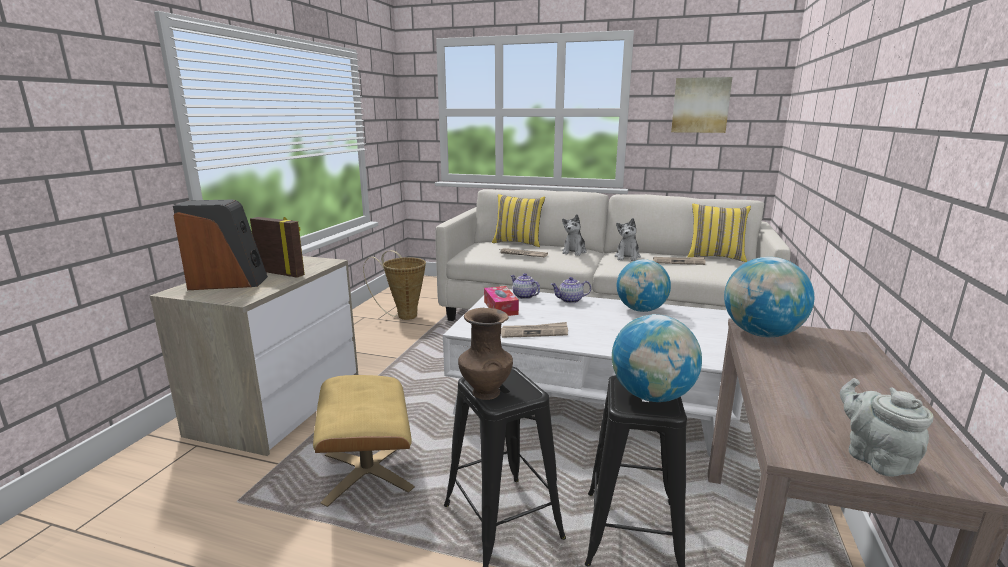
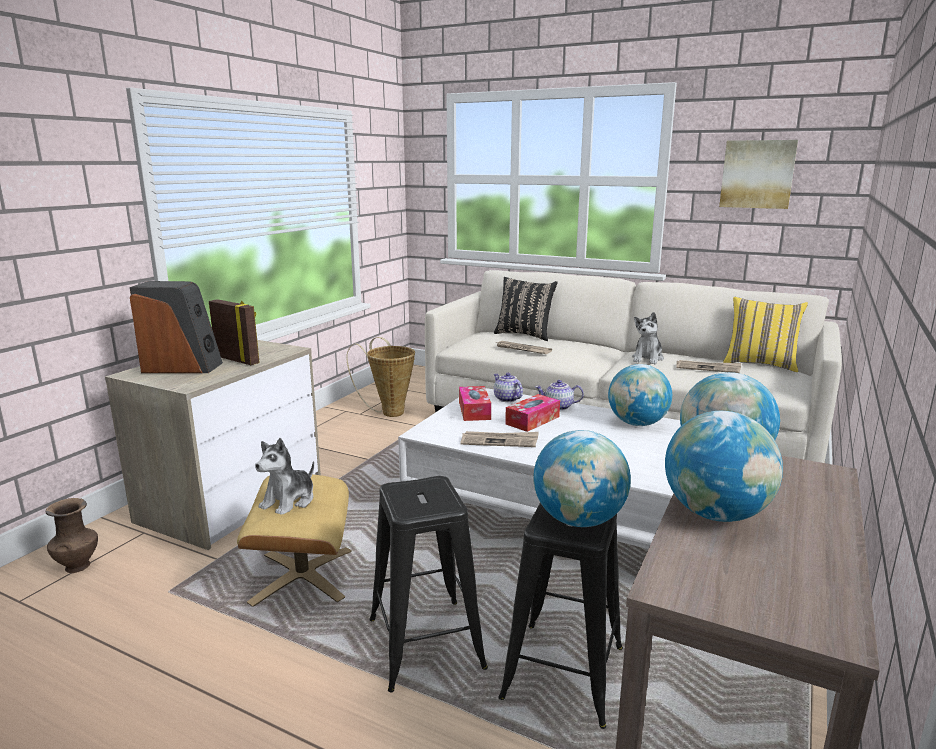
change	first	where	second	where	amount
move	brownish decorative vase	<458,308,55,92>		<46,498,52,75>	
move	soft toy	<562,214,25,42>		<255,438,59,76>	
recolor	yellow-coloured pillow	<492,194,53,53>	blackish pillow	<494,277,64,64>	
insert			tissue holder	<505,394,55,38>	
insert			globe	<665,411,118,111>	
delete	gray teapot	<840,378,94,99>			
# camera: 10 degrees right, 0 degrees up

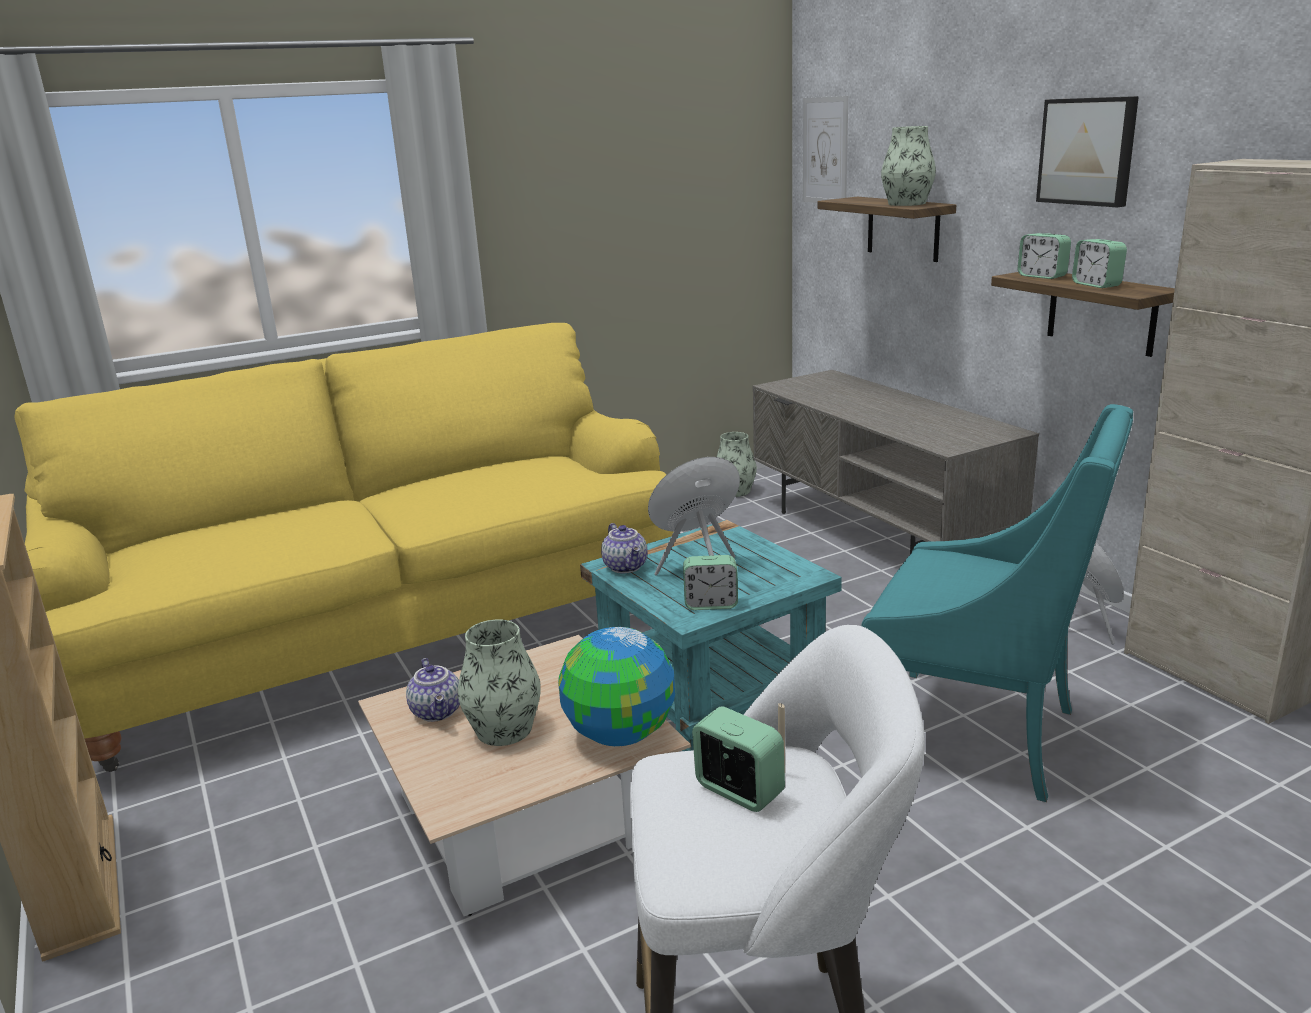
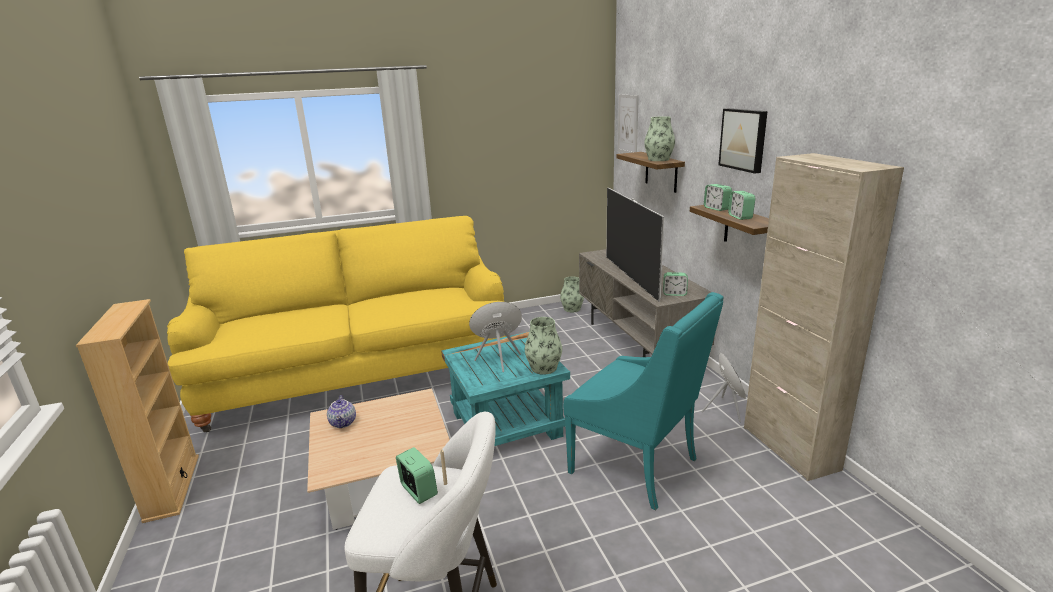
change	first	where	second	where	amount
move	decorative vase	<458,619,83,127>		<525,317,37,58>	
insert			TV set	<606,188,58,114>	
move	table clock	<683,555,55,55>		<663,272,25,24>	
delete	globe	<558,627,117,119>			
delete	teapot	<601,523,47,51>			
# camera: 10 degrees right, 0 degrees up

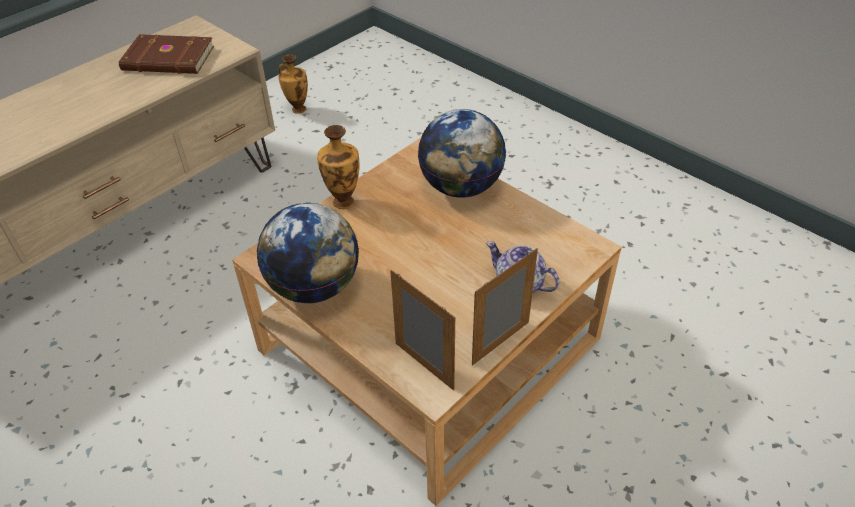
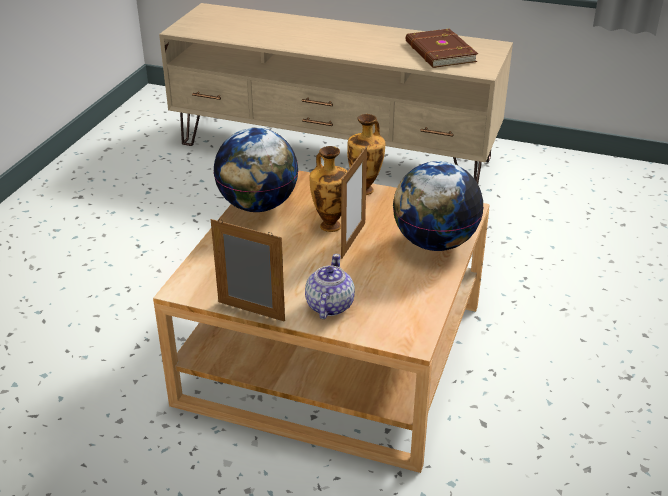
change	first	where	second	where	amount
move	decorative vase	<278,54,30,60>		<310,146,37,86>	
move	picture frame	<390,270,65,120>		<341,146,26,113>	
# camera: 65 degrees right, 10 degrees down

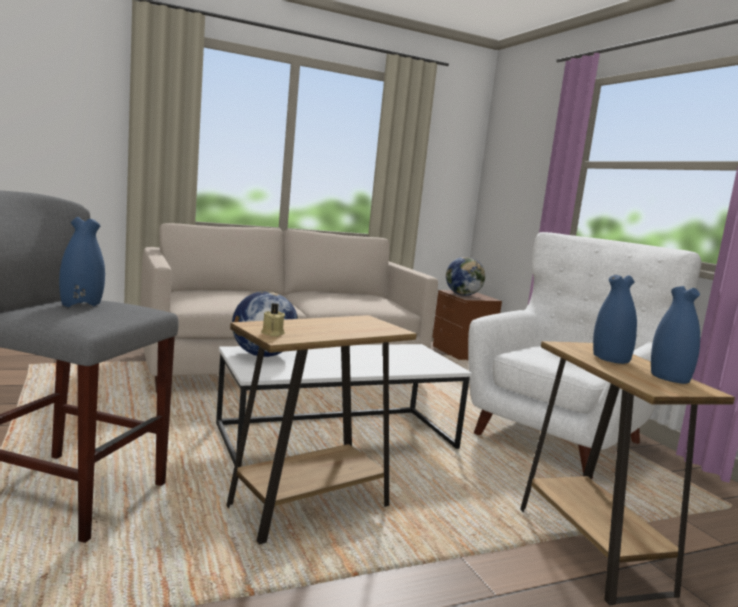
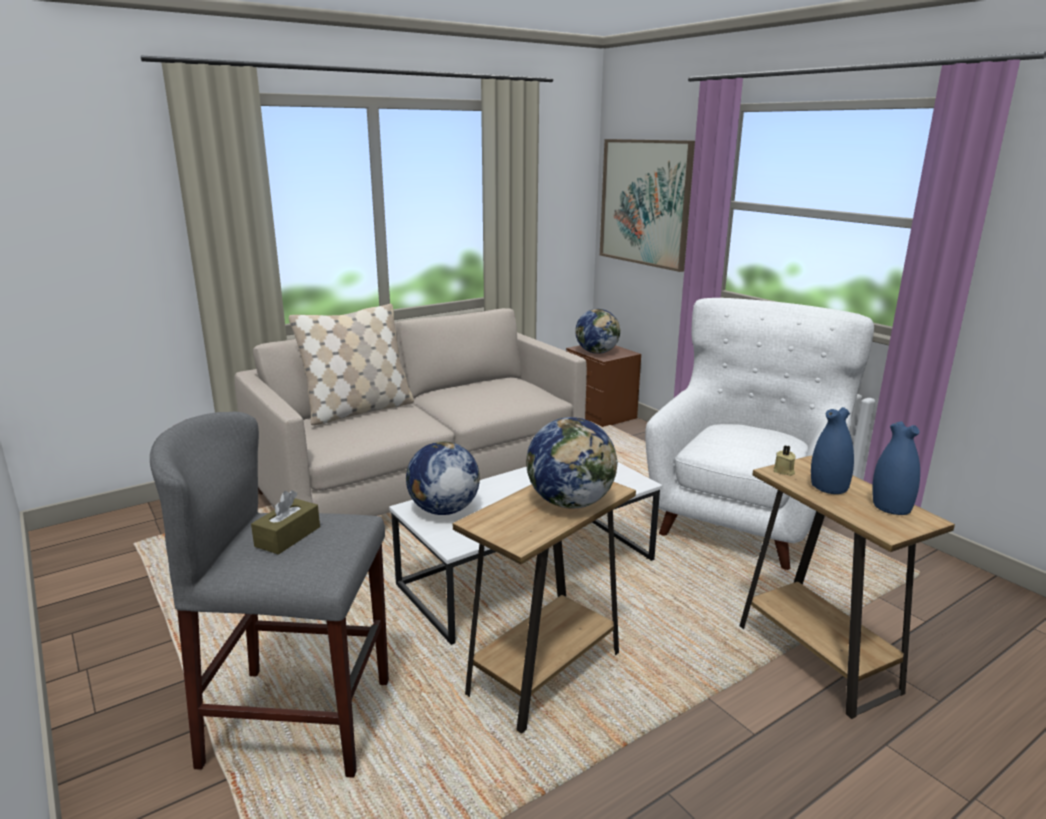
change	first	where	second	where	amount
replace	blue decorative vase	<59,217,46,90>	brownish tissue holder	<251,490,69,65>	
insert			beige-coloured pillow	<289,304,125,121>	
insert			globe	<526,417,92,92>	
insert			wall art	<600,139,95,133>	
move	beige-coloured candle	<261,303,24,34>		<774,445,21,31>	
# camera: 10 degrees left, 10 degrees up

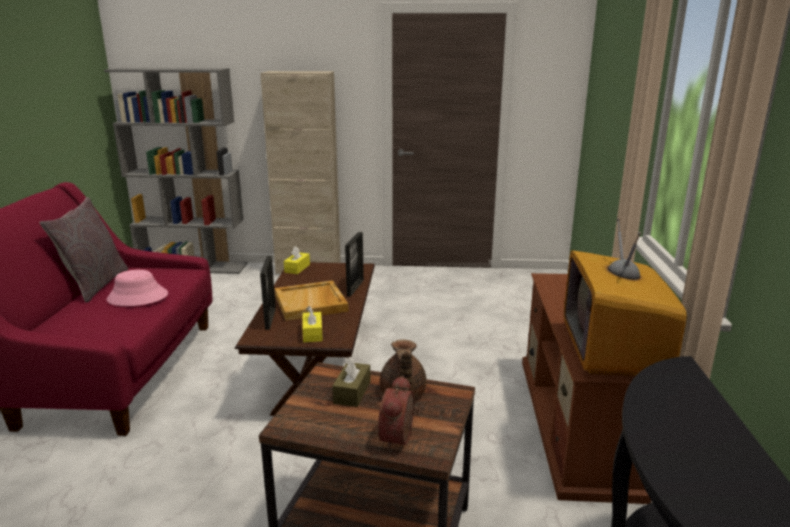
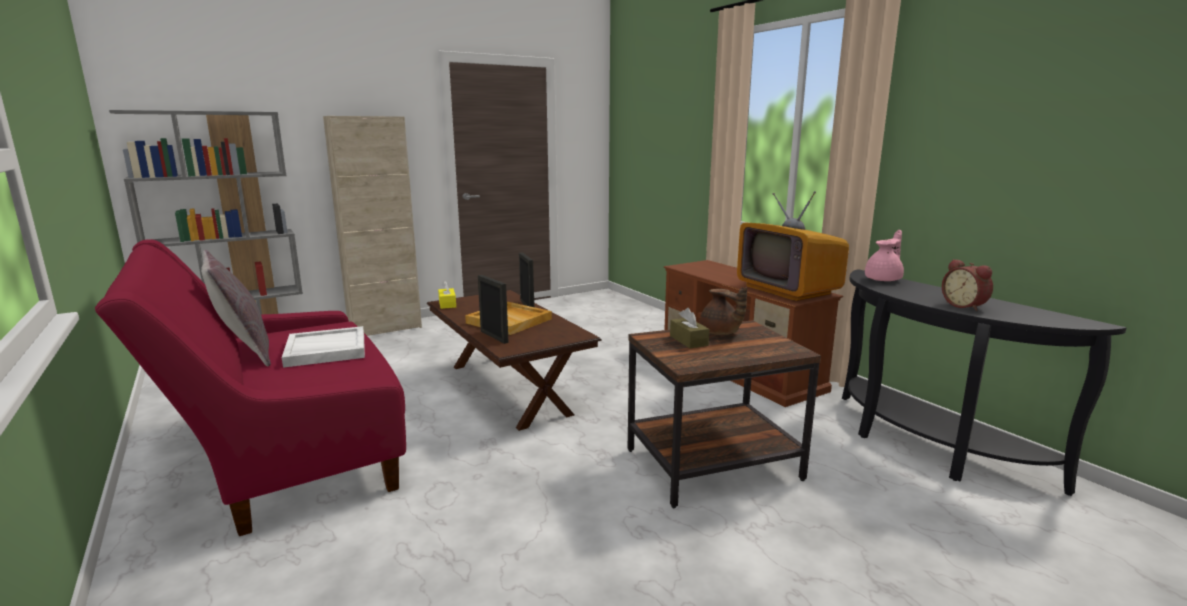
change	first	where	second	where	amount
replace	pink clothing hat	<107,270,61,36>	whitish serving tray	<282,326,83,42>	
insert			pink teapot	<865,230,39,51>	
move	table clock	<378,375,41,75>		<942,259,51,52>	
delete	yellow-coloured tissue holder	<302,306,21,36>			
# camera: 35 degrees left, 5 degrees down

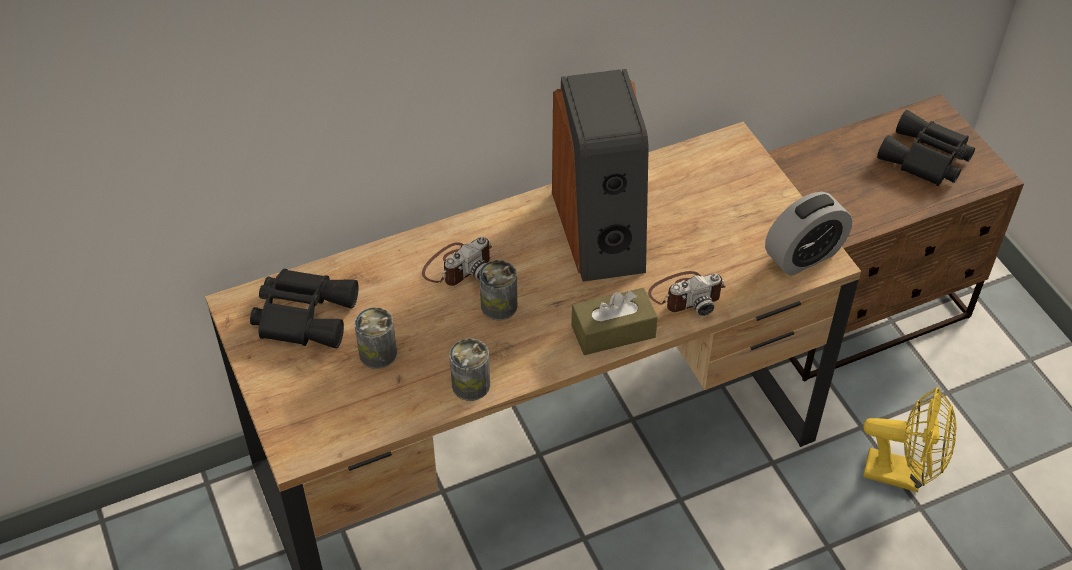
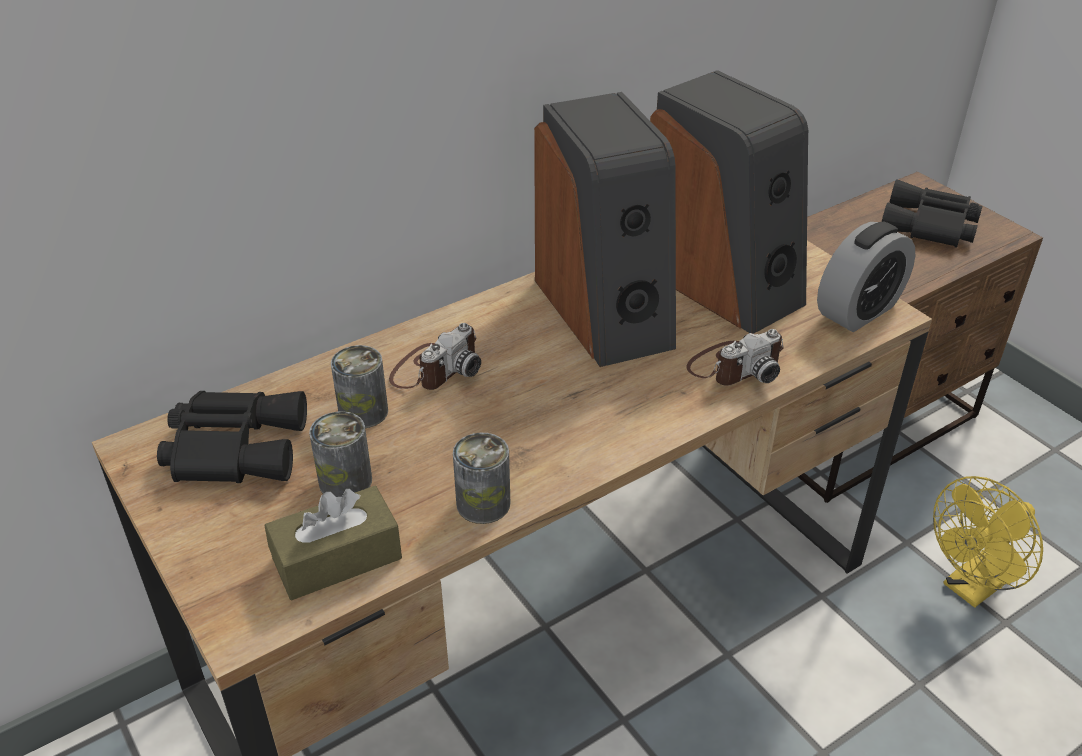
change	first	where	second	where	amount
move	brownish tissue holder	<571,288,87,67>		<264,486,138,114>	
move	sealed can	<479,260,38,60>		<331,345,57,83>	
insert			audio speaker	<650,70,158,264>	
rotate	yellow-coloured fan	<863,387,94,105>		<933,476,110,132>	135 degrees clockwise
# camera: 10 degrees left, 10 degrees down

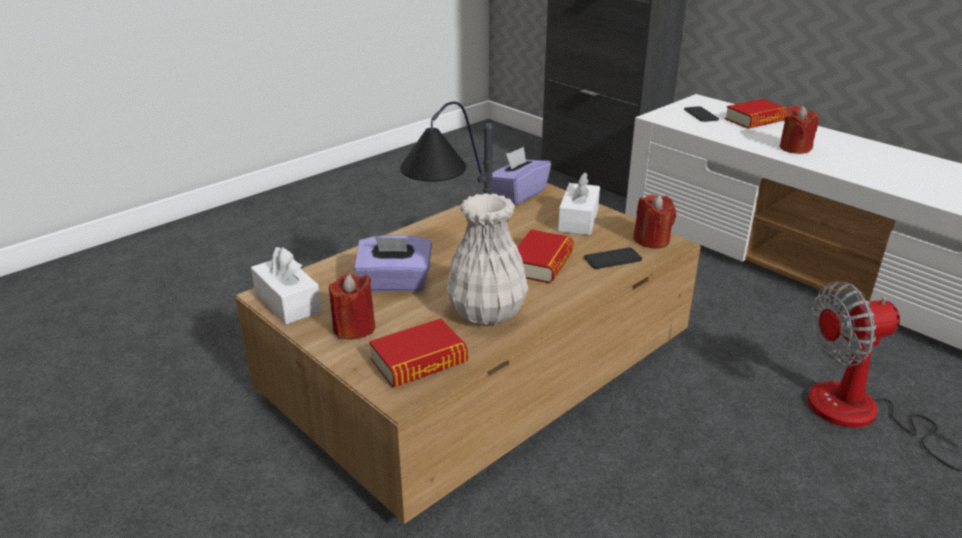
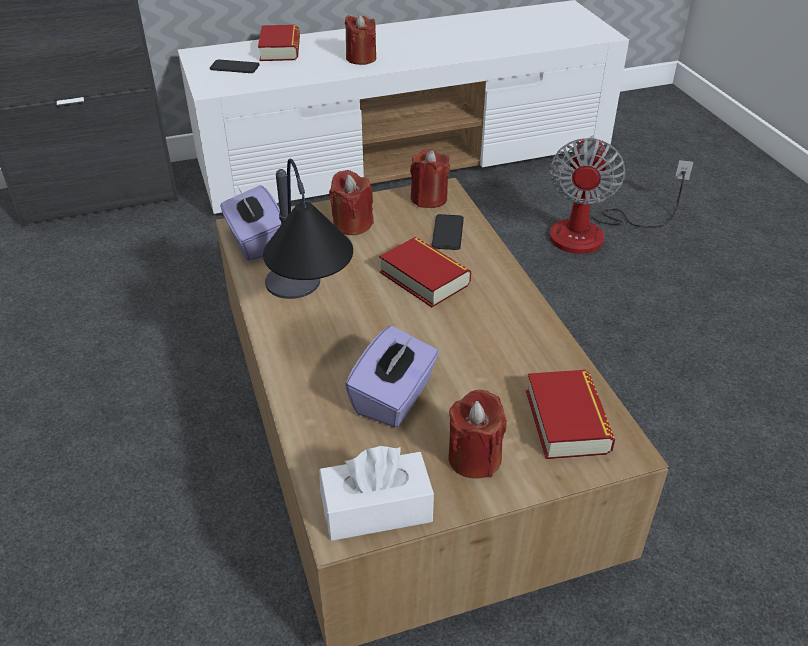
change	first	where	second	where	amount
replace	whitish tissue holder	<558,172,42,63>	red candle	<329,170,45,65>	
delete	whitish decorative vase	<446,193,82,132>			
# camera: 65 degrees left, 10 degrees up

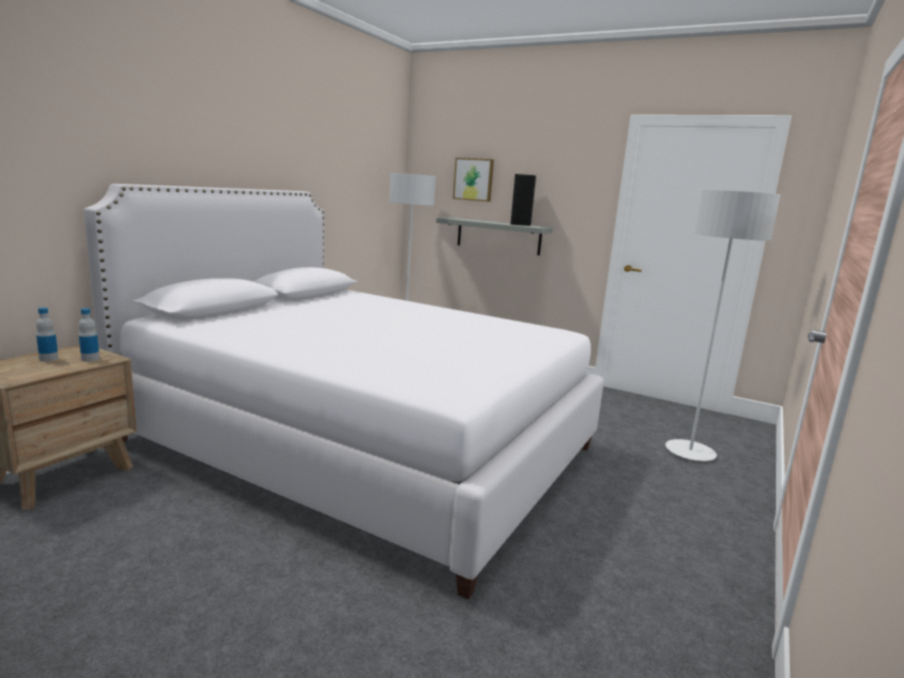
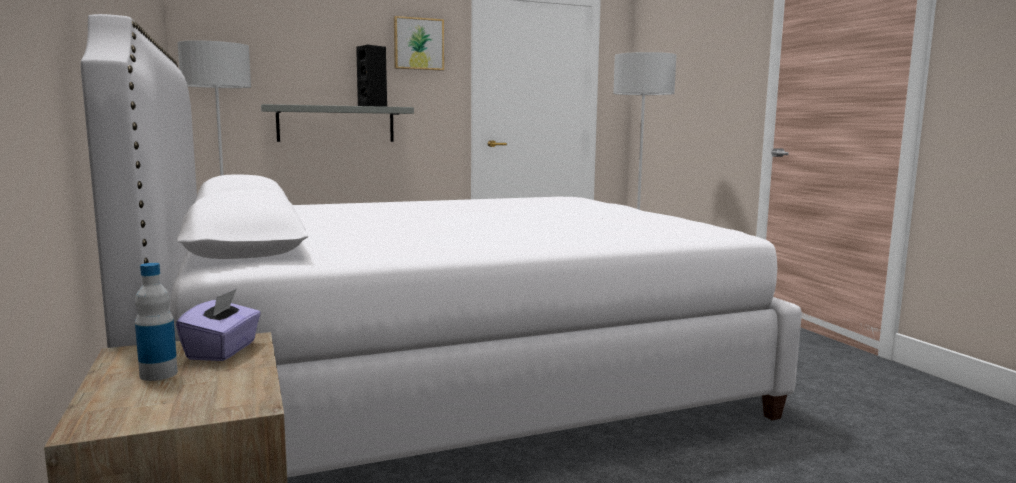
change	first	where	second	where	amount
replace	beverage bottle	<79,308,21,54>	purplish tissue holder	<176,289,85,72>	
move	wall art	<453,158,41,44>		<394,16,50,55>	
# camera: 50 degrees left, 5 degrees down

